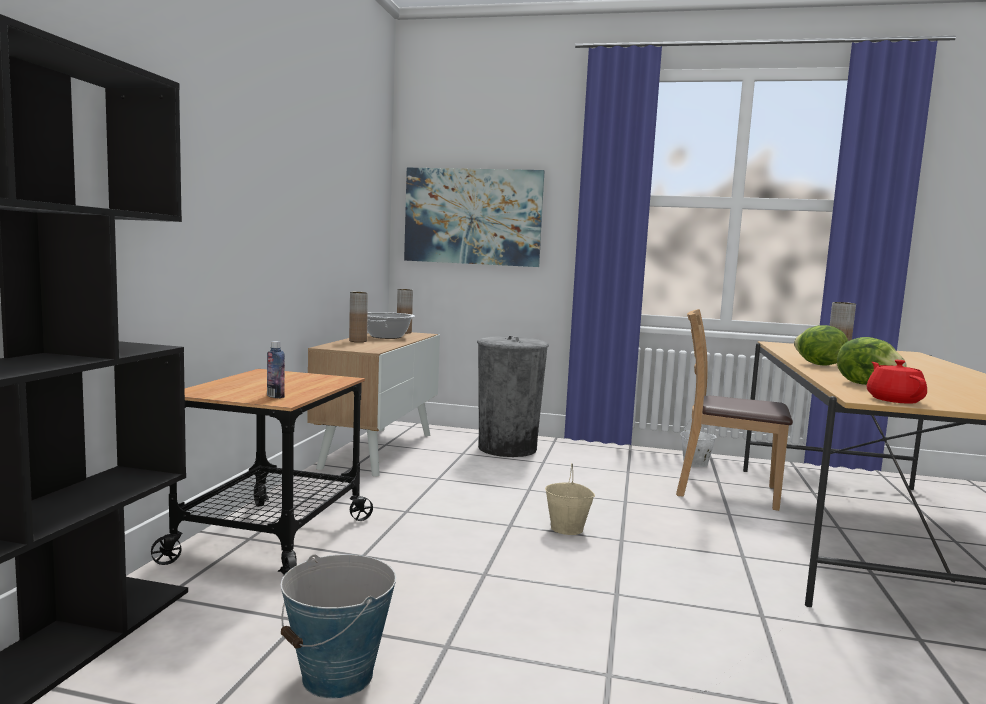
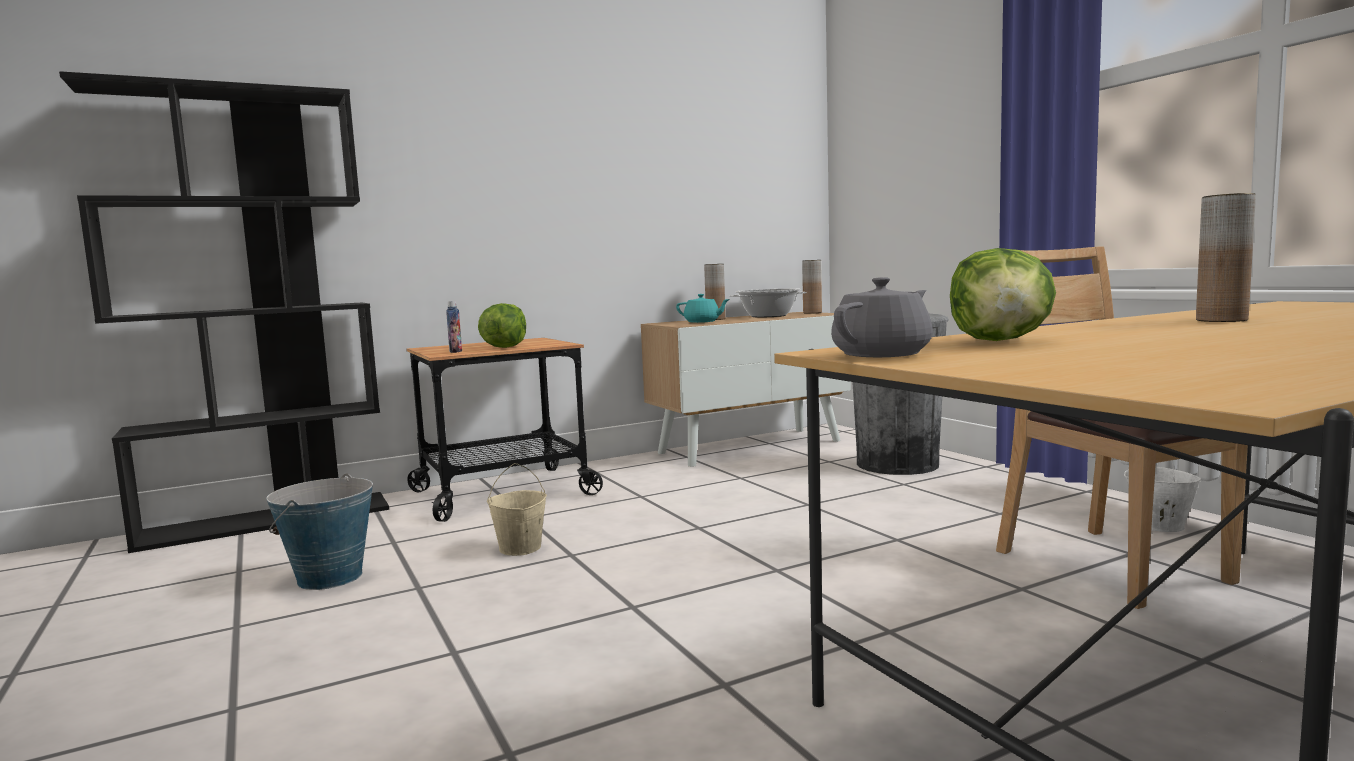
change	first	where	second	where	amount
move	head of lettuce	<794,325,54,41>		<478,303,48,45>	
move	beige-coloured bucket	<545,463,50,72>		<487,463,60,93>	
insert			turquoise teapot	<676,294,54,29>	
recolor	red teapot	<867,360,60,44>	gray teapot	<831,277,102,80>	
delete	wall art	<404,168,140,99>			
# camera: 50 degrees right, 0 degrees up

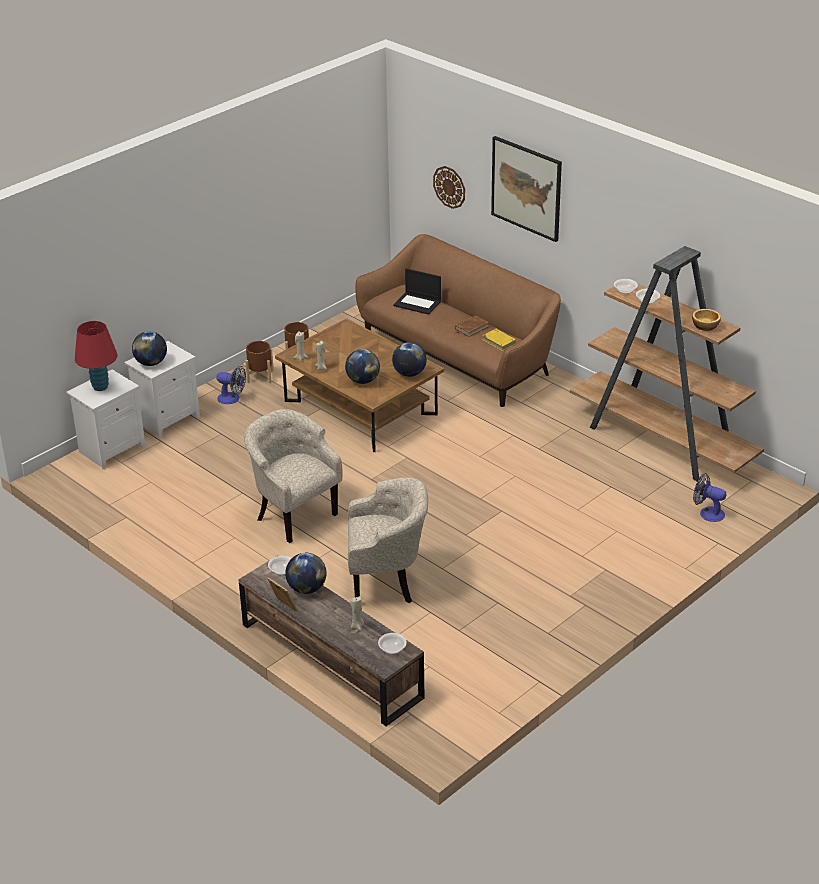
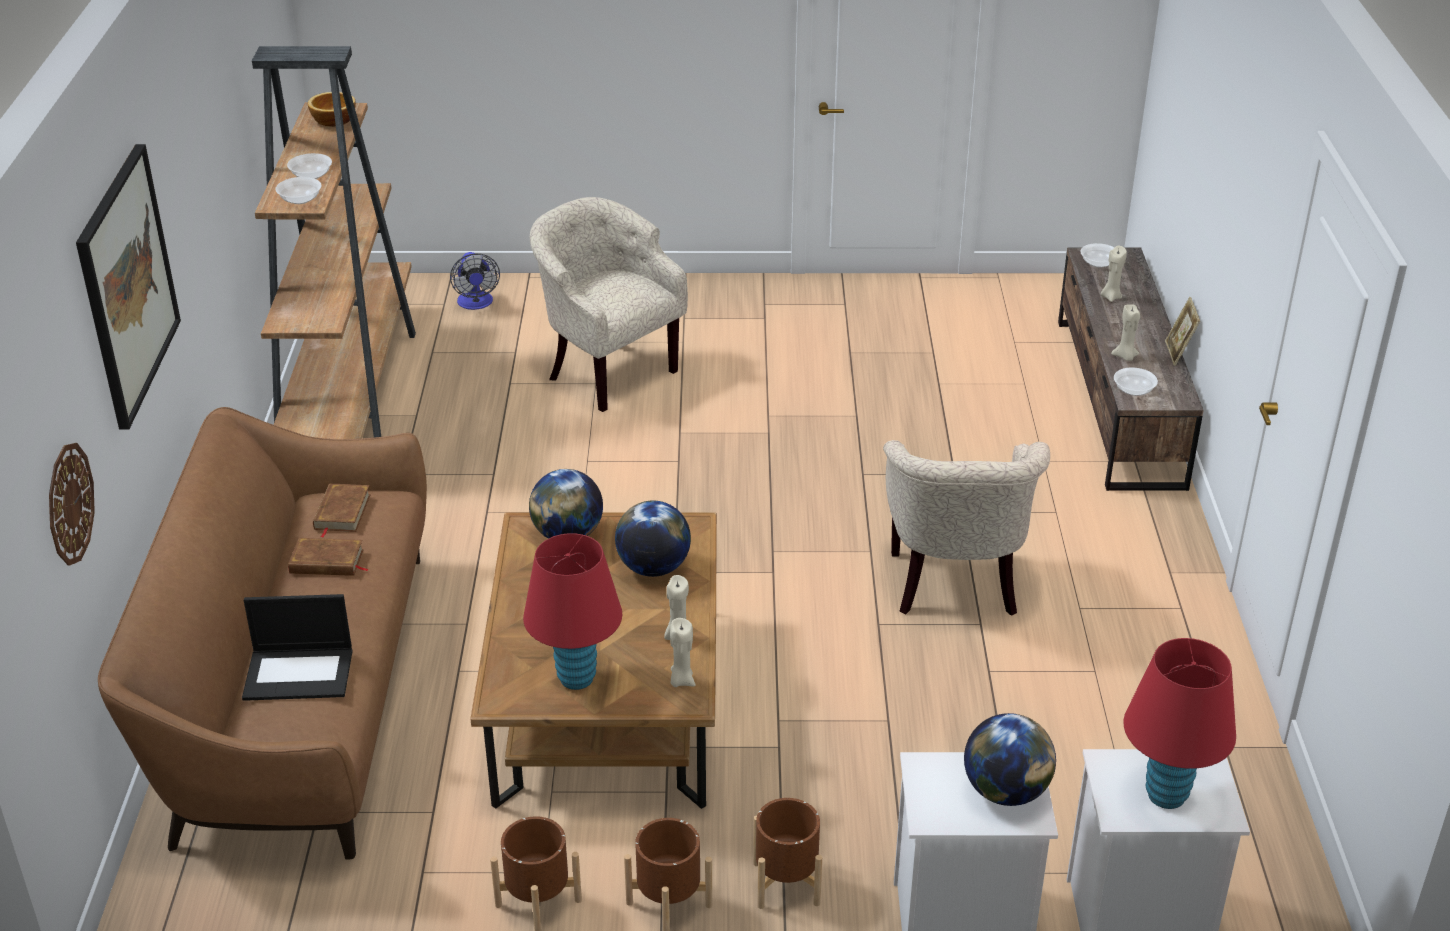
change	first	where	second	where	amount
rotate	portable computer	<393,268,48,47>		<242,594,111,107>	105 degrees clockwise
recolor	yellow-coloured book	<482,329,34,22>	brownish book	<313,483,58,54>	
insert			red table lamp	<523,533,99,157>	
move	beige-coloured lounge chair	<348,477,80,126>		<530,197,158,215>	
replace	fan	<216,366,30,38>	brownish planter	<753,798,69,111>	
replace	globe	<285,553,42,41>	beige-coloured candle	<1111,304,29,57>	
# camera: 135 degrees left, 0 degrees up

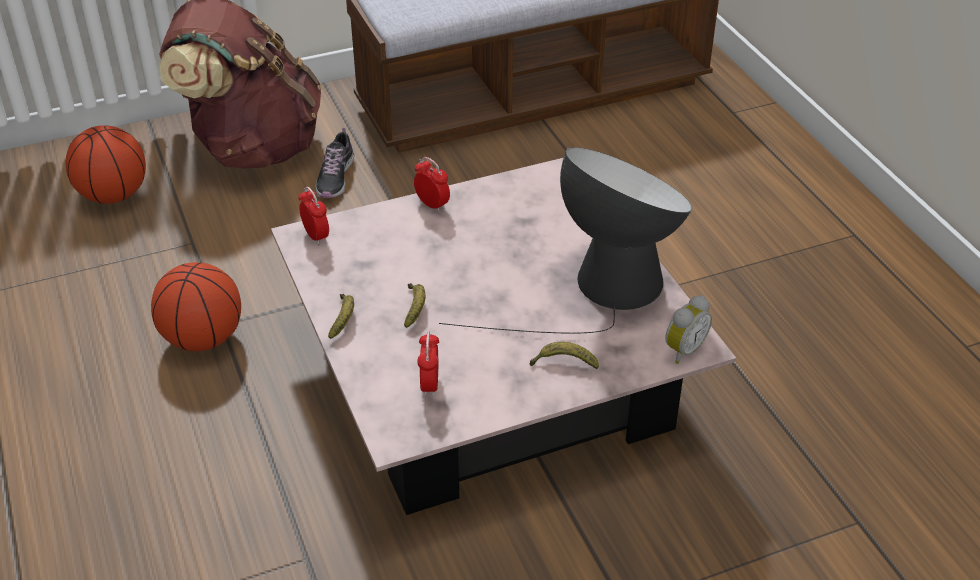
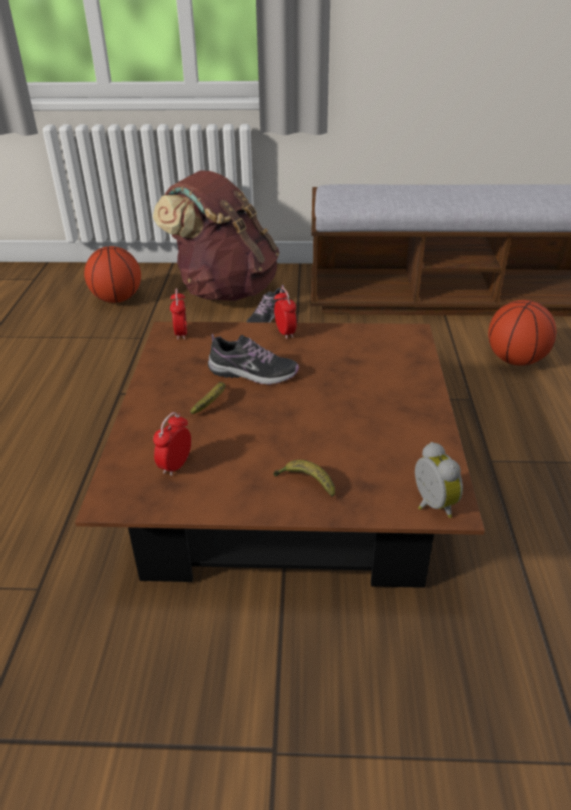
change	first	where	second	where	amount
recolor	pink low table	<271,158,465,357>	brownish low table	<75,322,410,266>	
insert			item of footwear	<208,334,91,51>	
rotate	table clock	<665,296,47,68>		<415,442,48,76>	90 degrees counterclockwise
move	basketball	<151,262,90,89>		<488,300,68,66>	
delete	whole banana	<328,294,26,45>			
delete	table lamp	<439,147,253,187>			
# camera: 25 degrees right, 5 degrees down

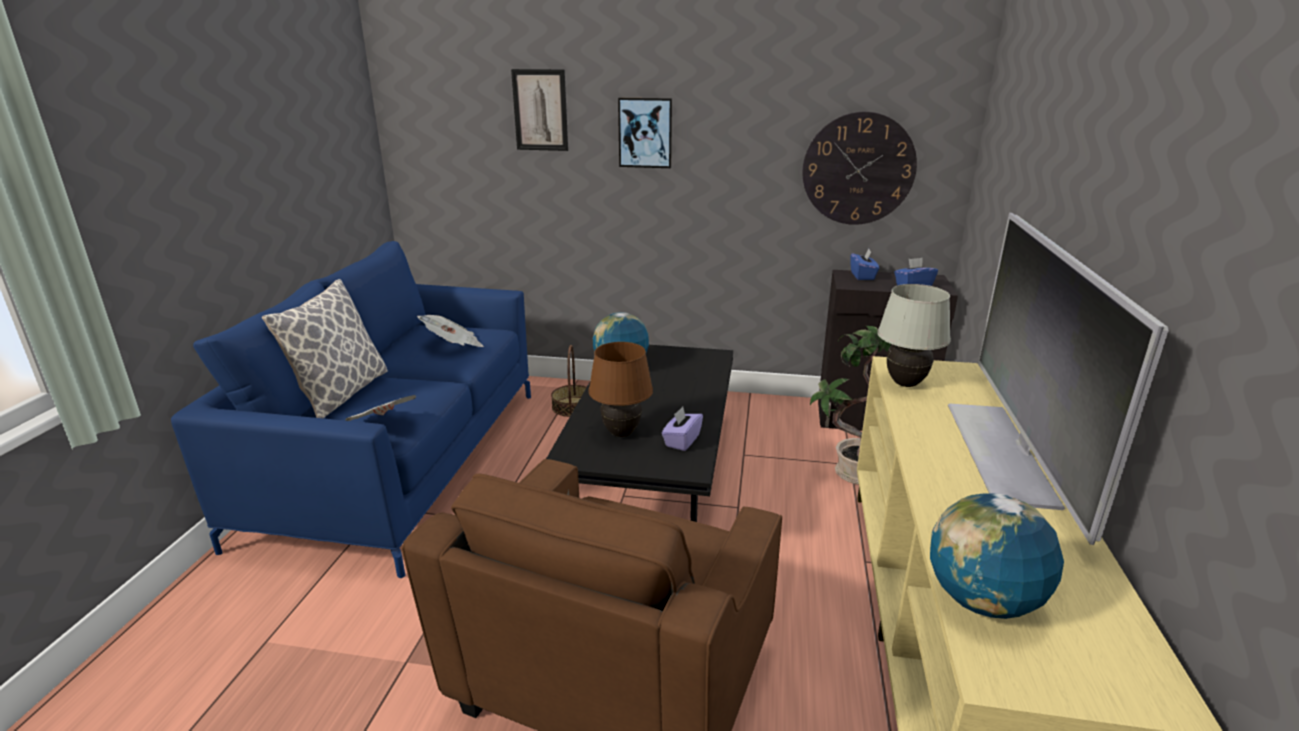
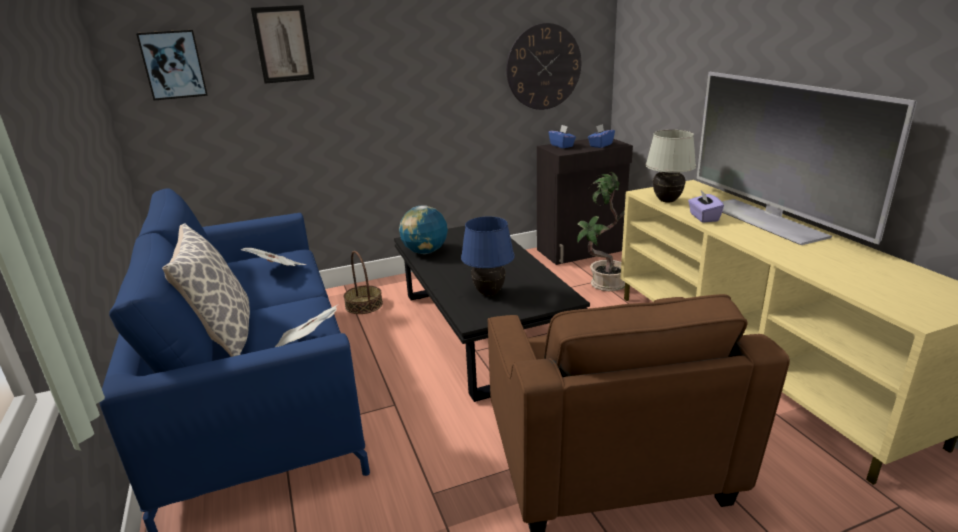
change	first	where	second	where	amount
move	wall art	<618,98,54,70>		<136,30,72,70>	
recolor	brownish table lamp	<588,342,65,95>	blue table lamp	<461,217,53,79>	
move	purplish tissue holder	<662,407,41,44>		<688,191,36,31>	
delete	globe	<930,493,134,126>			
# camera: 30 degrees left, 0 degrees up

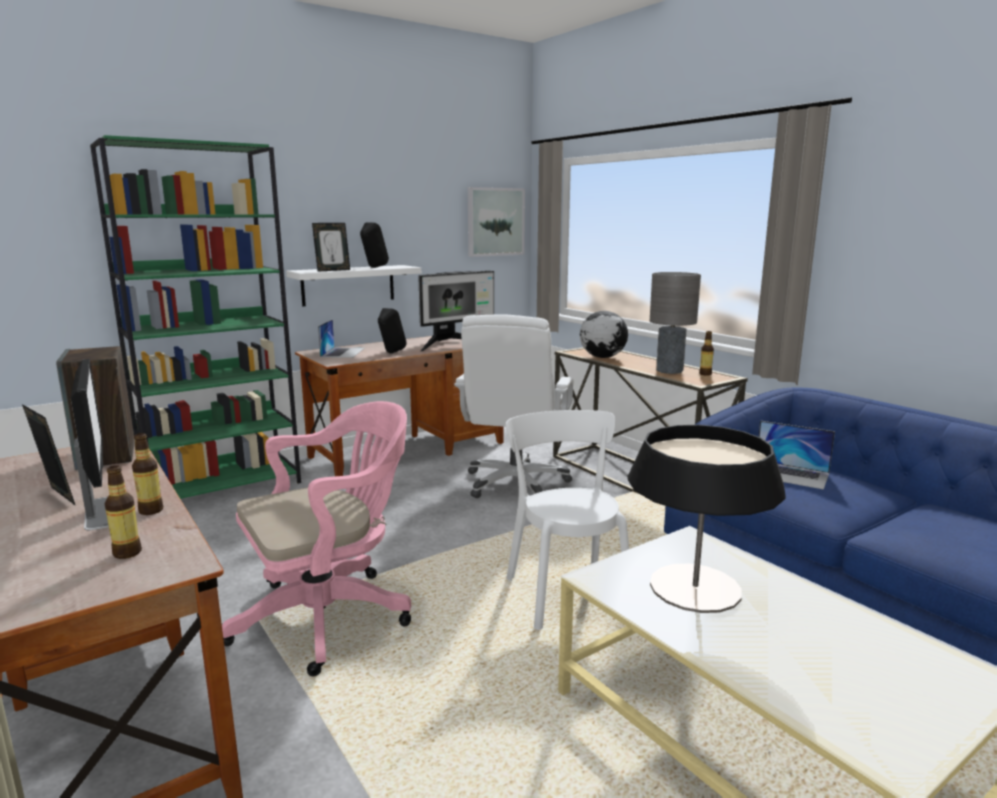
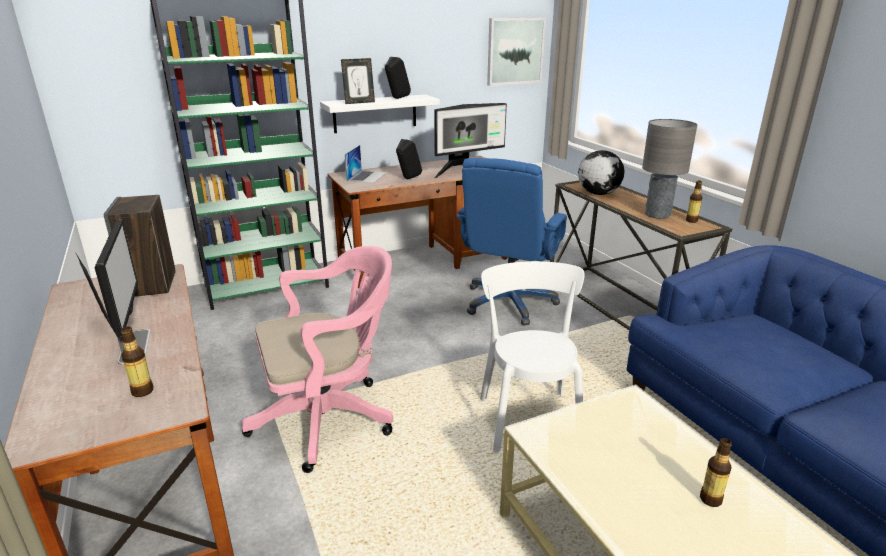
change	first	where	second	where	amount
recolor	whitish desk chair	<454,314,120,184>	blue desk chair	<456,158,111,167>	
move	beverage bottle	<132,433,31,82>		<700,438,32,69>	
delete	table lamp	<627,425,159,188>			
delete	portable computer	<759,421,76,69>			
# camera: 10 degrees right, 10 degrees up

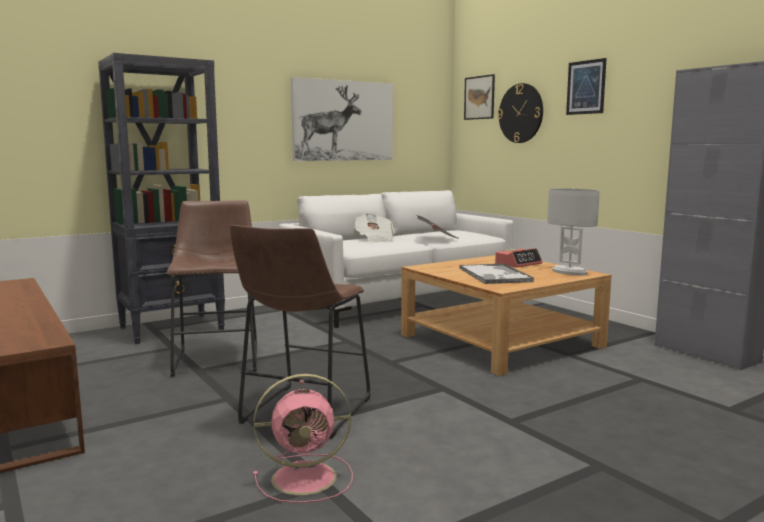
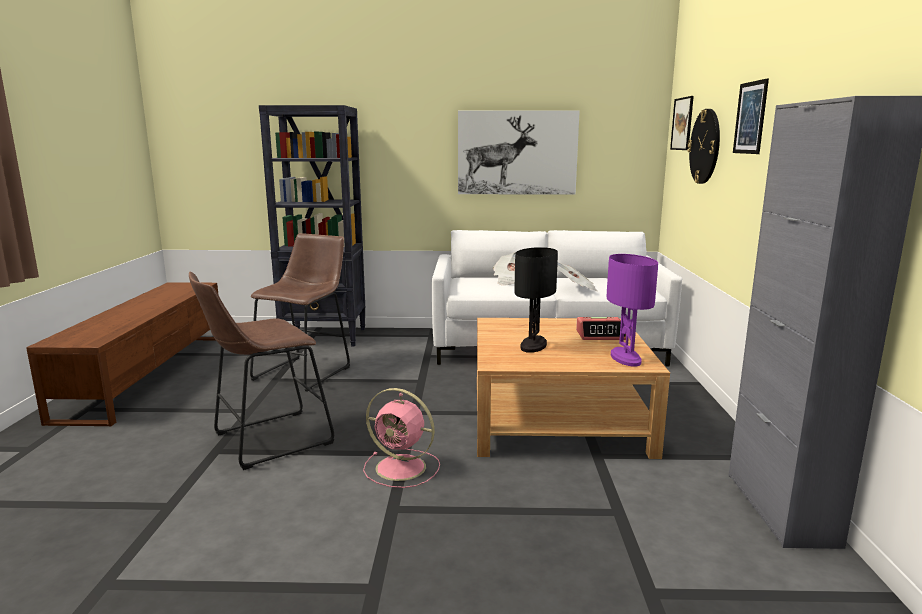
change	first	where	second	where	amount
move	pink fan	<253,374,100,129>		<363,388,77,100>	
replace	serving tray	<459,263,75,21>	blackish table lamp	<515,247,43,106>	
recolor	whitish table lamp	<547,188,53,87>	purplish table lamp	<607,254,51,113>	
# camera: 35 degrees right, 5 degrees up

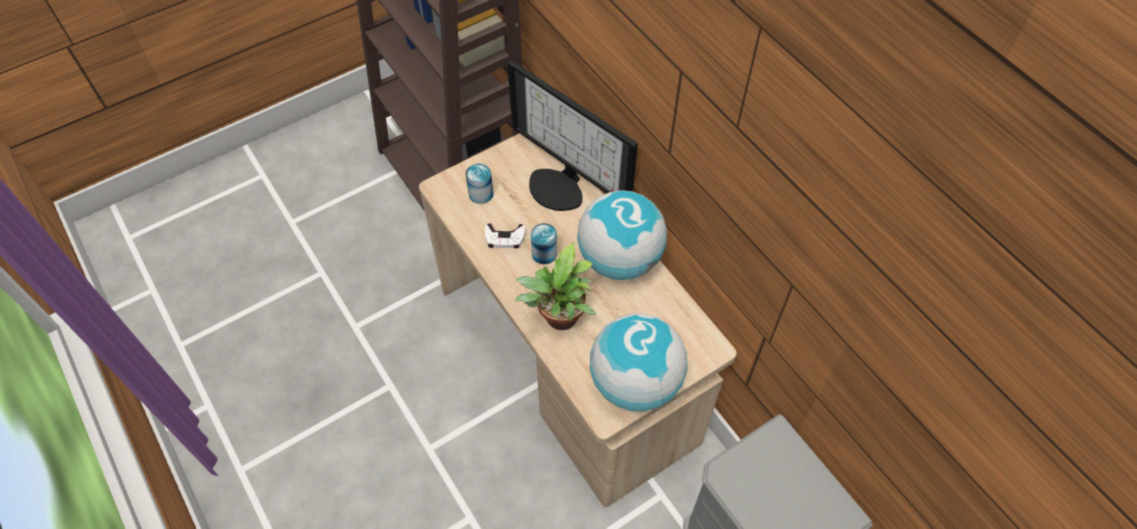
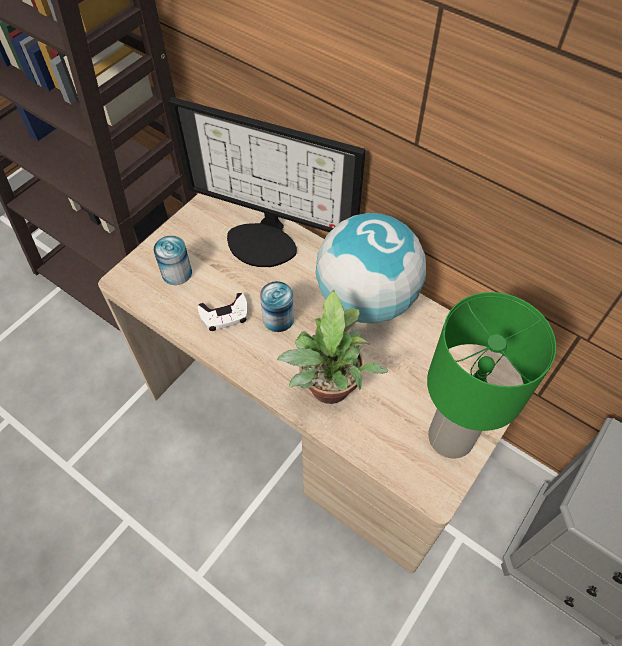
change	first	where	second	where	amount
replace	globe	<590,313,98,98>	greenish table lamp	<427,292,129,166>	
# camera: 20 degrees left, 0 degrees up

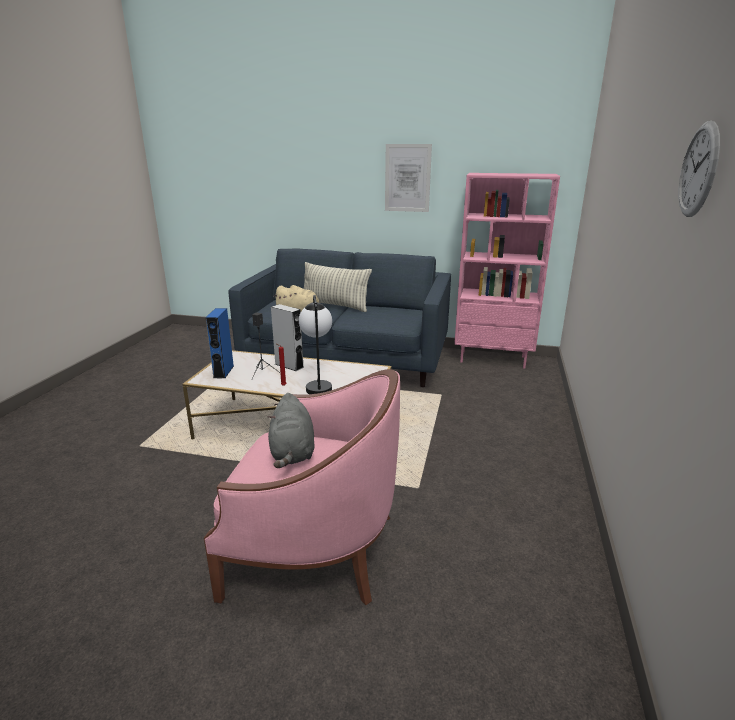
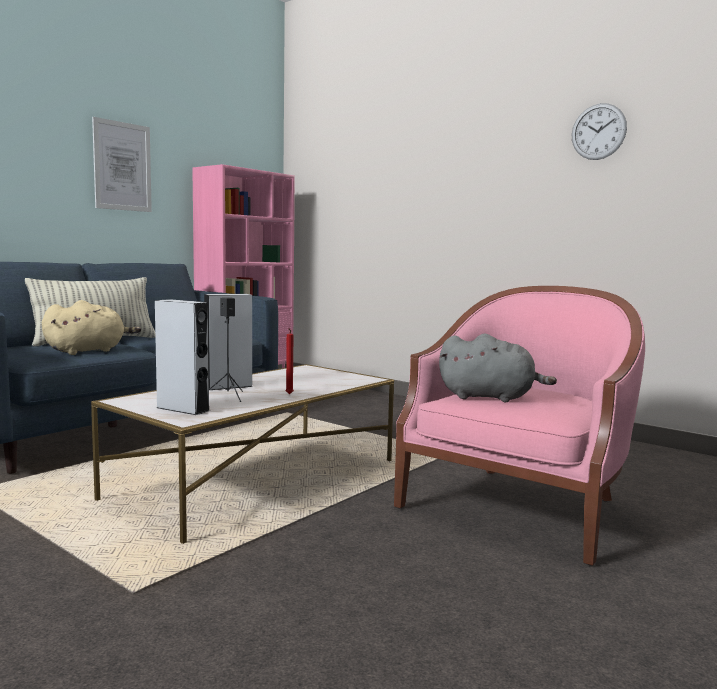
change	first	where	second	where	amount
recolor	blue audio speaker	<205,308,29,71>	gray audio speaker	<155,299,55,116>	
delete	table lamp	<299,295,33,99>			
# camera: 65 degrees left, 15 degrees down

